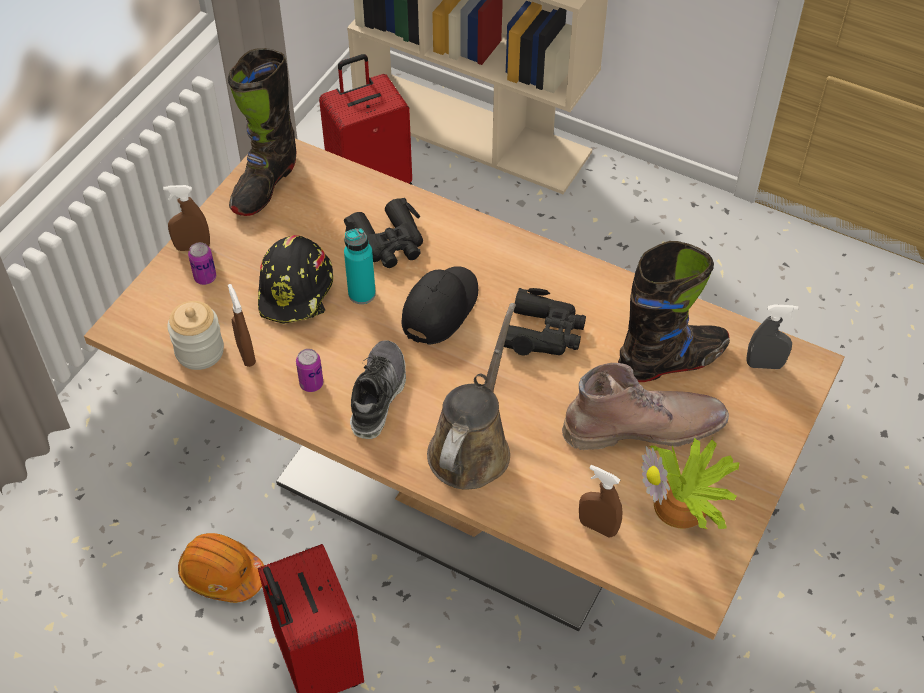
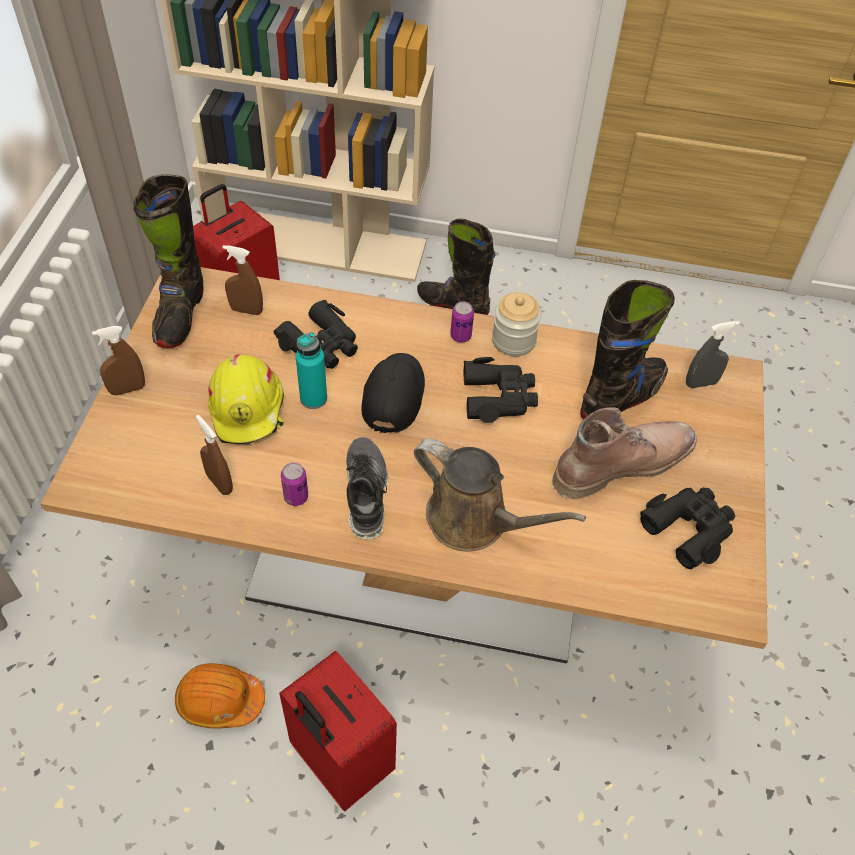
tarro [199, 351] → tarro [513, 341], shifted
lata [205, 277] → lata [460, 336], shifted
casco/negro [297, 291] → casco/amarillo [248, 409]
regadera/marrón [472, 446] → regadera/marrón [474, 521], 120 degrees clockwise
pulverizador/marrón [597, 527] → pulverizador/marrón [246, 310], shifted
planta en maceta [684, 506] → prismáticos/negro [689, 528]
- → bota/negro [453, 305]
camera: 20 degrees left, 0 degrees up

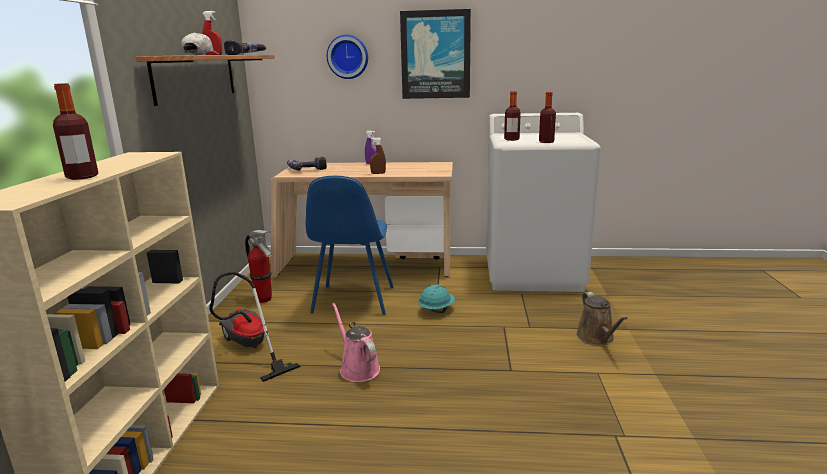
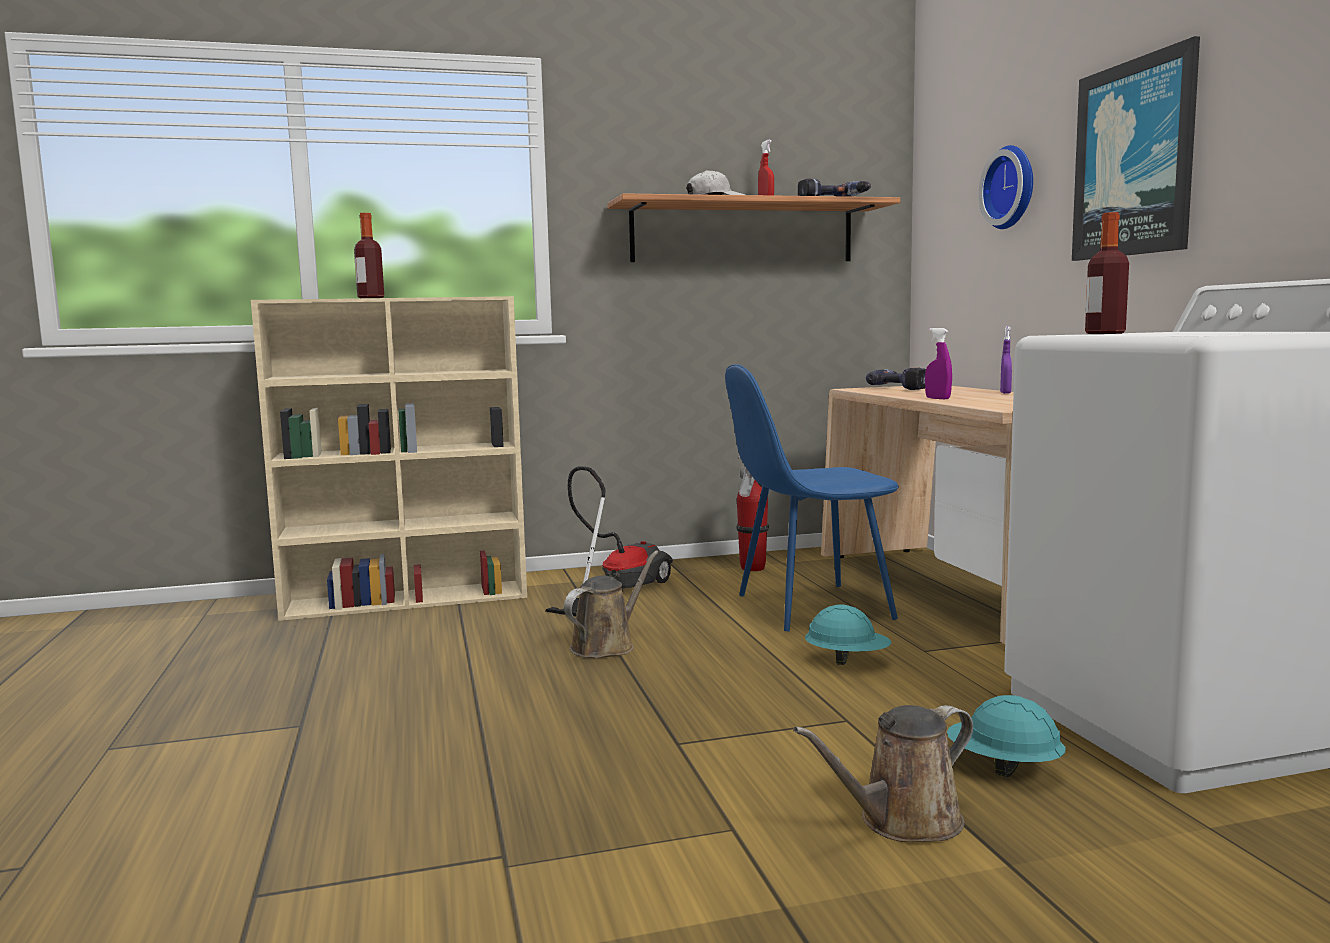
regadera/rosa [357, 368] → regadera/marrón [607, 646]
pulverizador/marrón [378, 173] → pulverizador/morado [937, 398]
botella [546, 142] → -
- → casco/turquesa [1003, 768]
camera: 70 degrees right, 10 degrees down

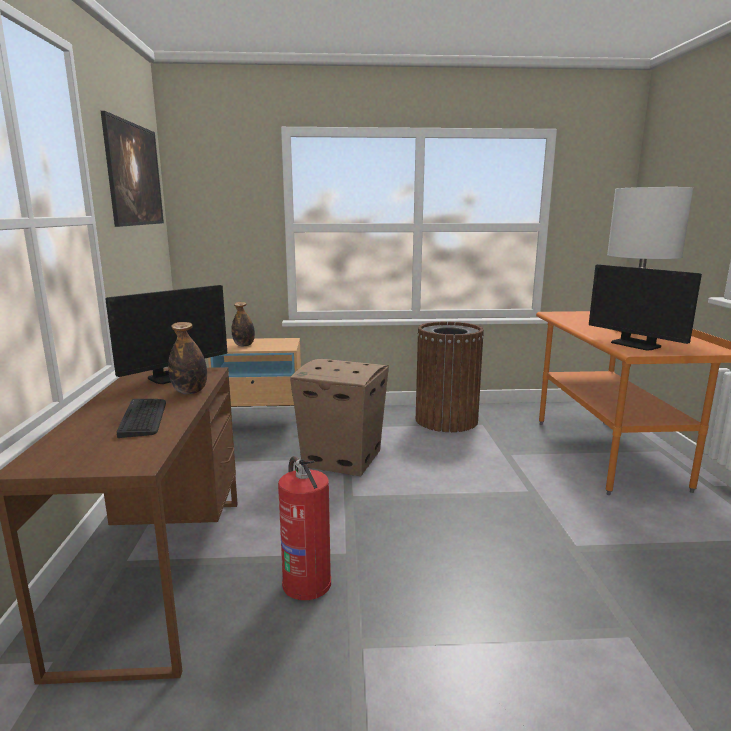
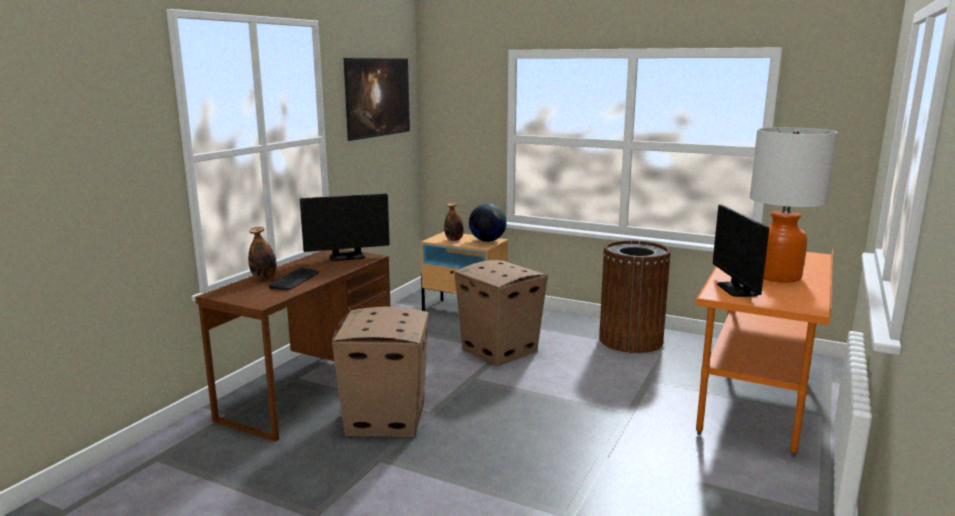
botella [190, 392] → botella [264, 277], shifted
extintor [306, 582] → caja de cartón [385, 419]
- → globo terráqueo [487, 241]
camera: 30 degrees right, 0 degrees up

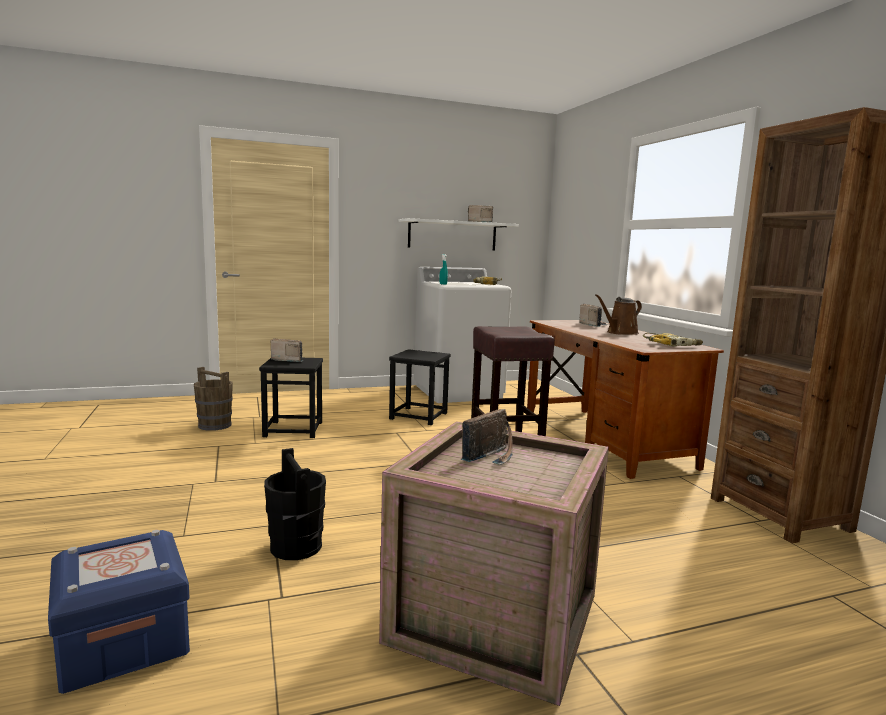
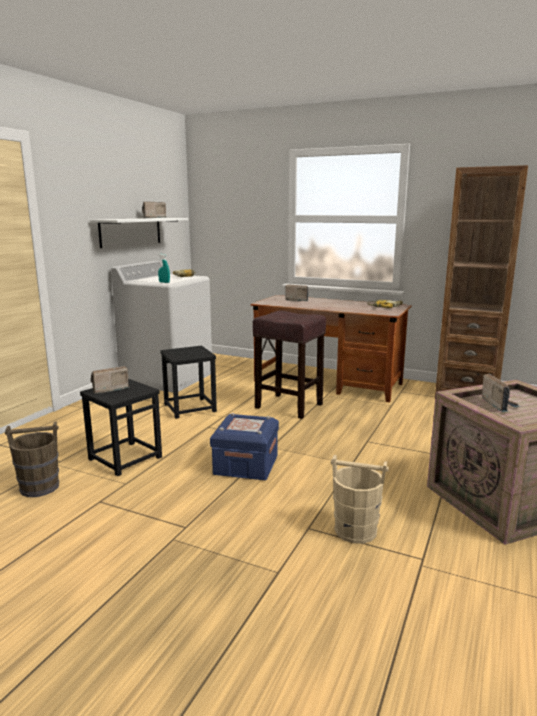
caja de almacenaje/azul [123, 641] → caja de almacenaje/azul [246, 465], shifted
cubo/negro [296, 546] → cubo/beis [355, 530]
regadera/marrón [620, 333] → -
camera: 45 degrees left, 5 degrees up

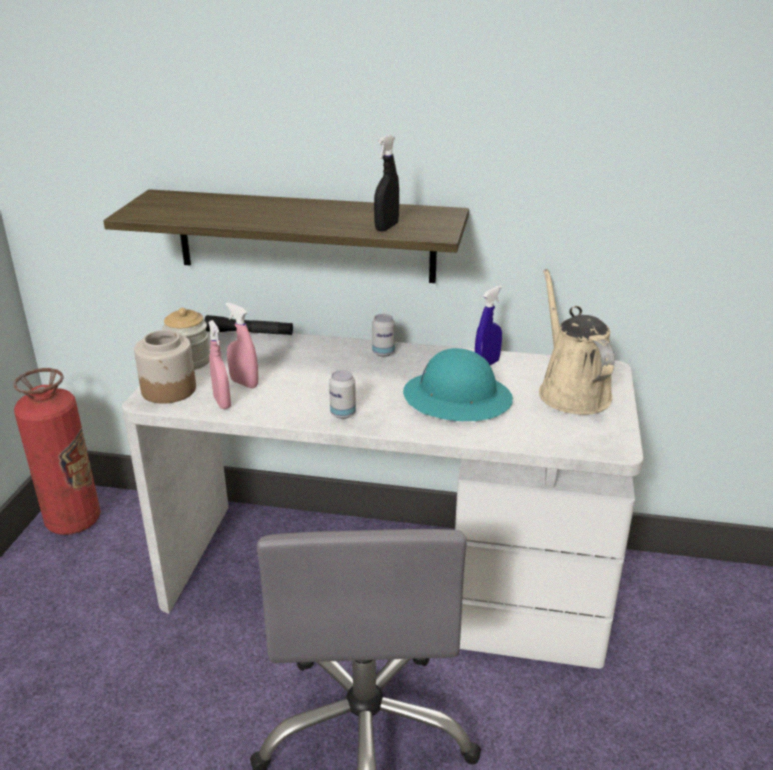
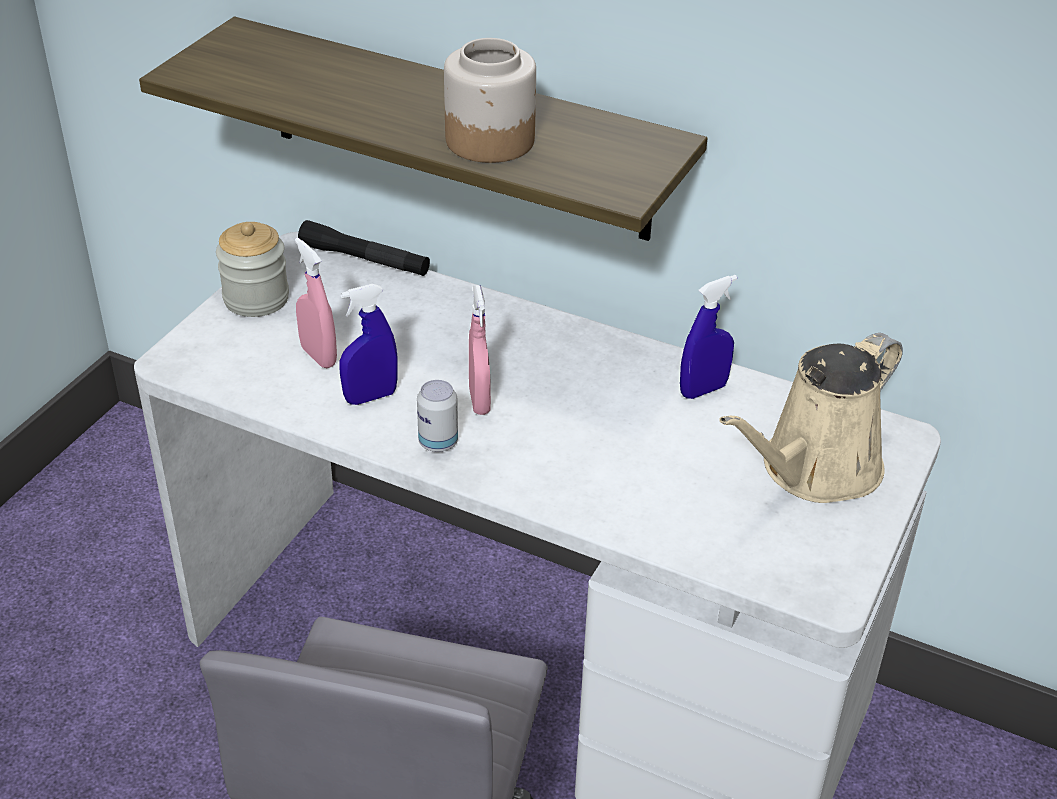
extintor [73, 521] → -
tarro [169, 389] → tarro [491, 140], shifted
pulverizador/rosa [222, 402] → pulverizador/rosa [479, 401], shifted
lata [383, 353] → -
pulverizador/negro [386, 227] → -
casco/turquesa [457, 398] → -
regadera/beis [571, 391] → regadera/beis [813, 470], 135 degrees counterclockwise
- → pulverizador/azul [370, 397]
camera: 15 degrees right, 10 degrees up

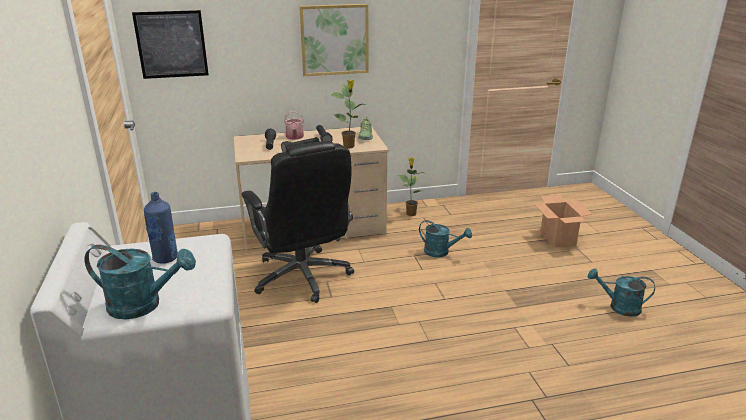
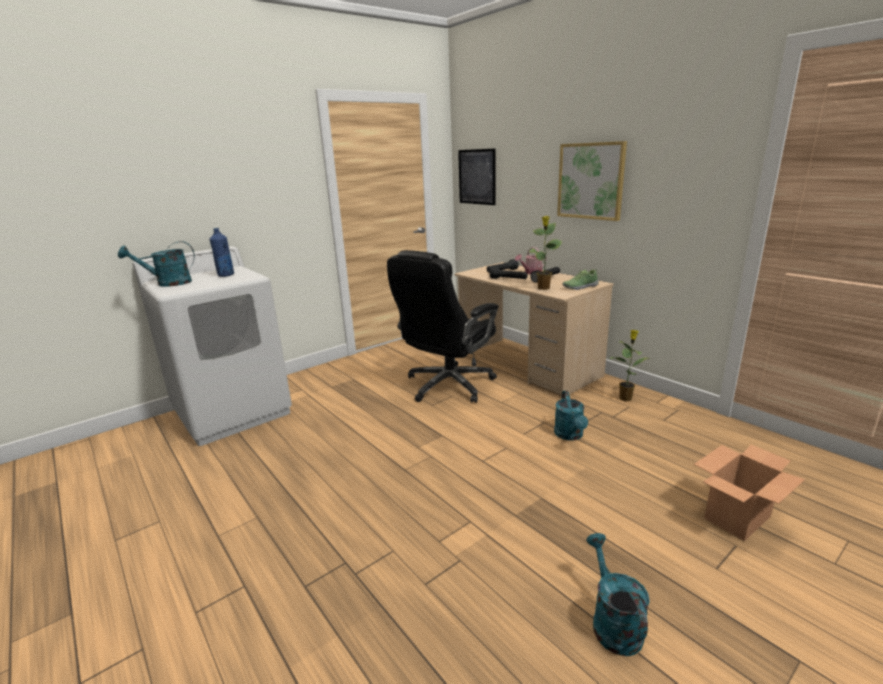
regadera/turquesa [143, 305] → regadera/turquesa [168, 283], 90 degrees clockwise
camera: 65 degrees right, 5 degrees down

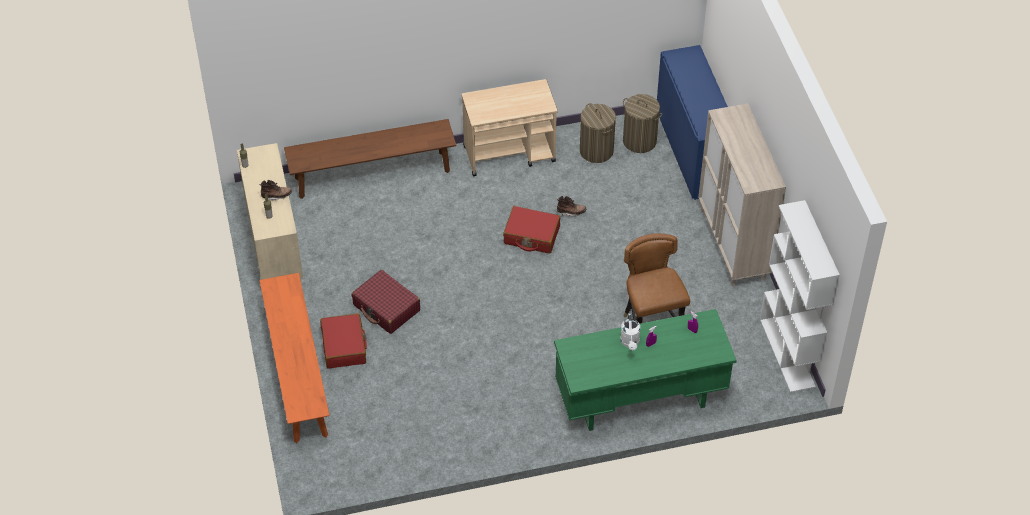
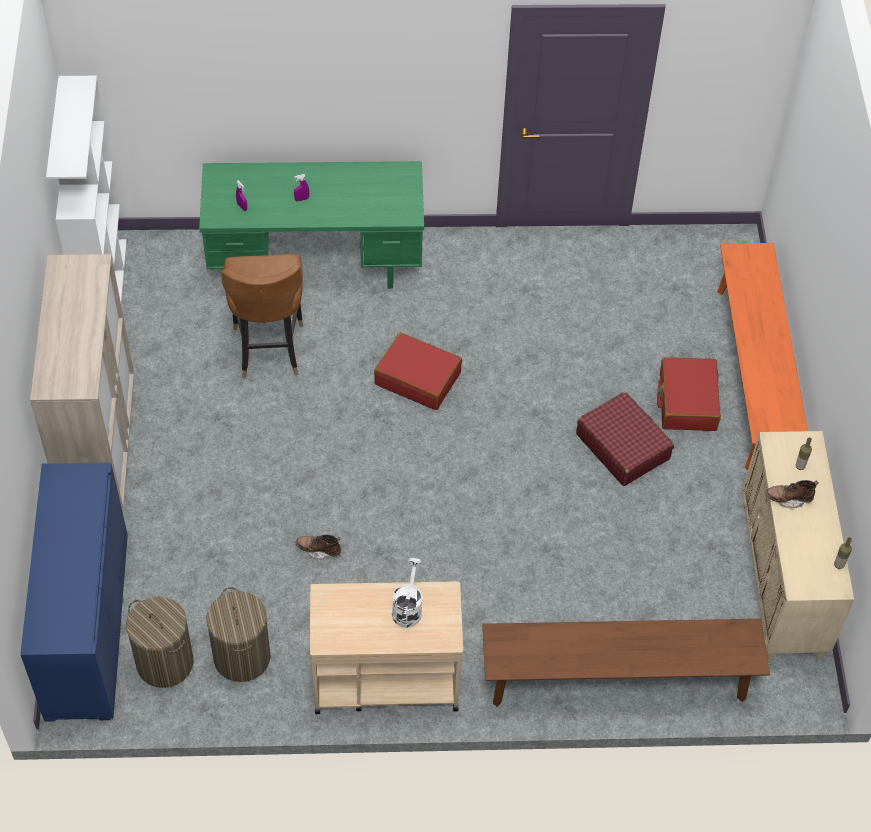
maleta/rojo [531, 236] → maleta/rojo [418, 378], shifted
regadera/blanco [630, 343] → regadera/blanco [407, 607], shifted
camera: 170 degrees left, 5 degrees up

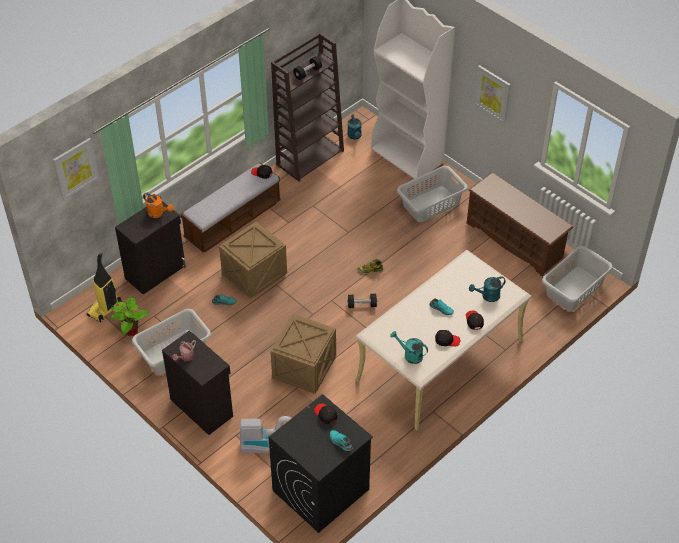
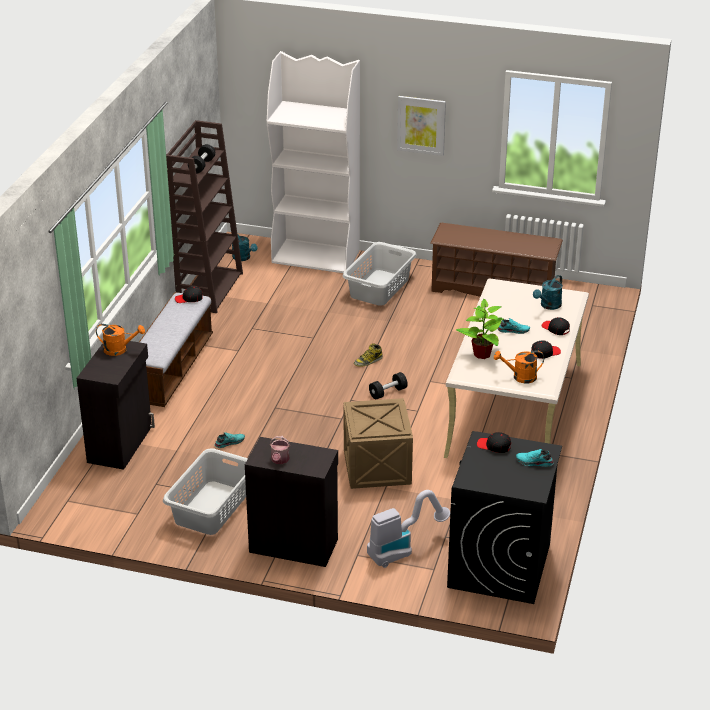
cuadro [75, 168] → -
aspiradora [105, 309] → -
planta en maceta [131, 331] → planta en maceta [482, 354], shifted
caja de embalaje [255, 274] → -
regadera/turquesa [410, 355] → regadera/naranja [520, 377]
cesto de la ropa/gris [574, 289] → -
camera: 30 degrees left, 15 degrees down

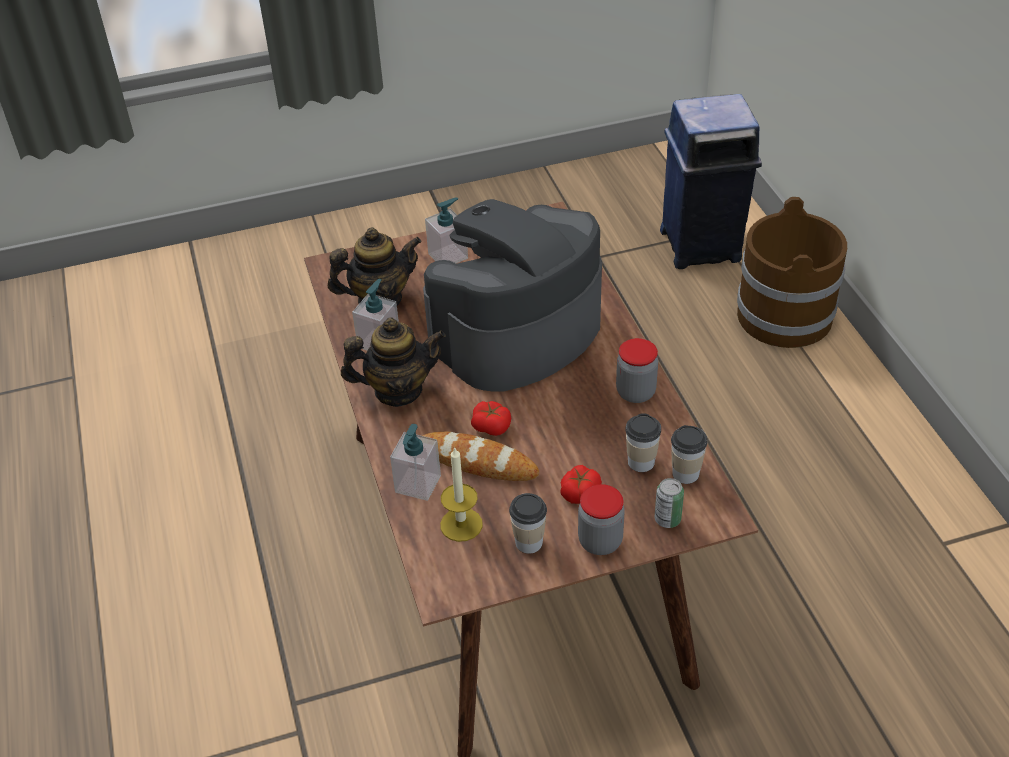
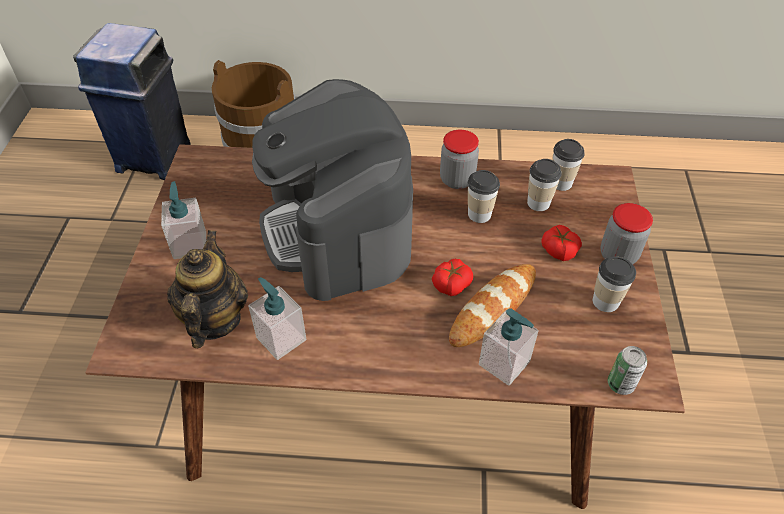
tetera [398, 390] → -
vela [461, 524] → -
lata [667, 519] → lata [620, 384], shifted
- → taza [479, 214]
camera: 70 degrees left, 5 degrees up

